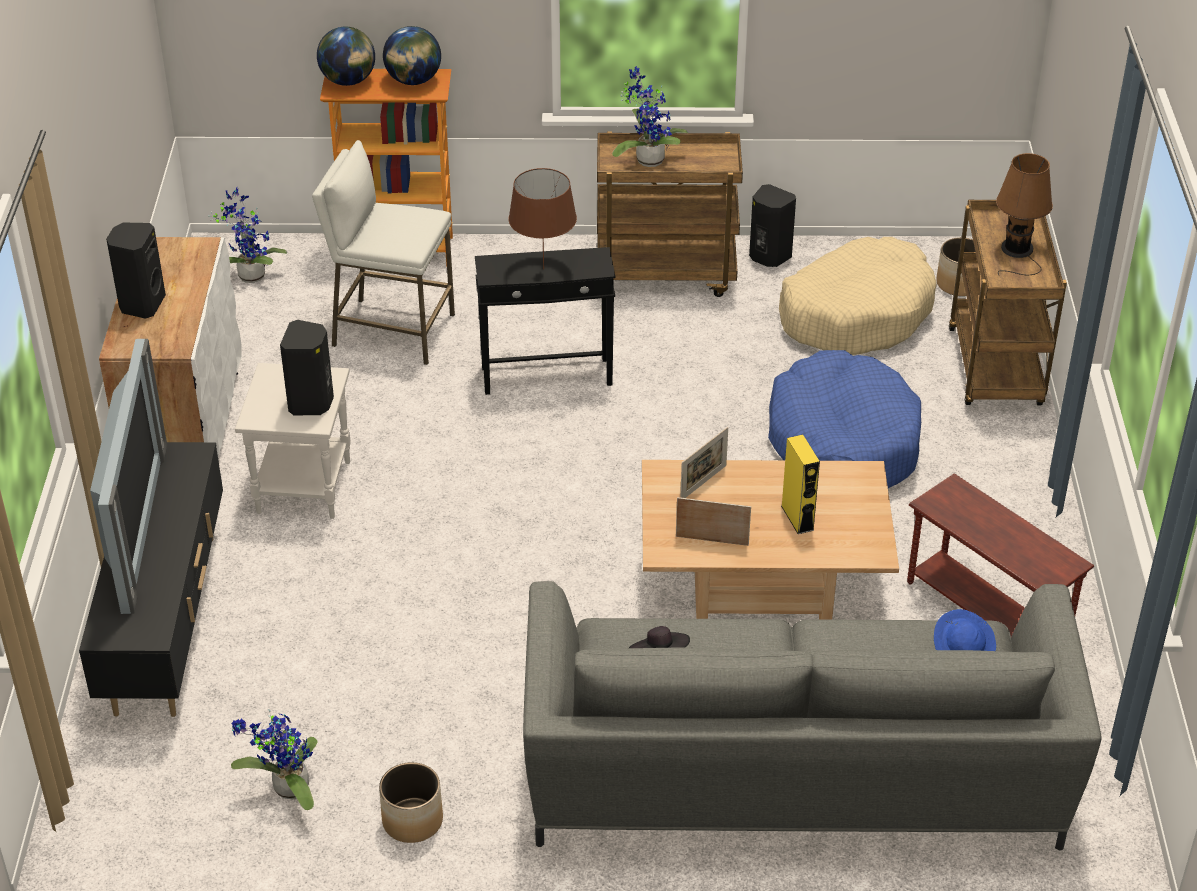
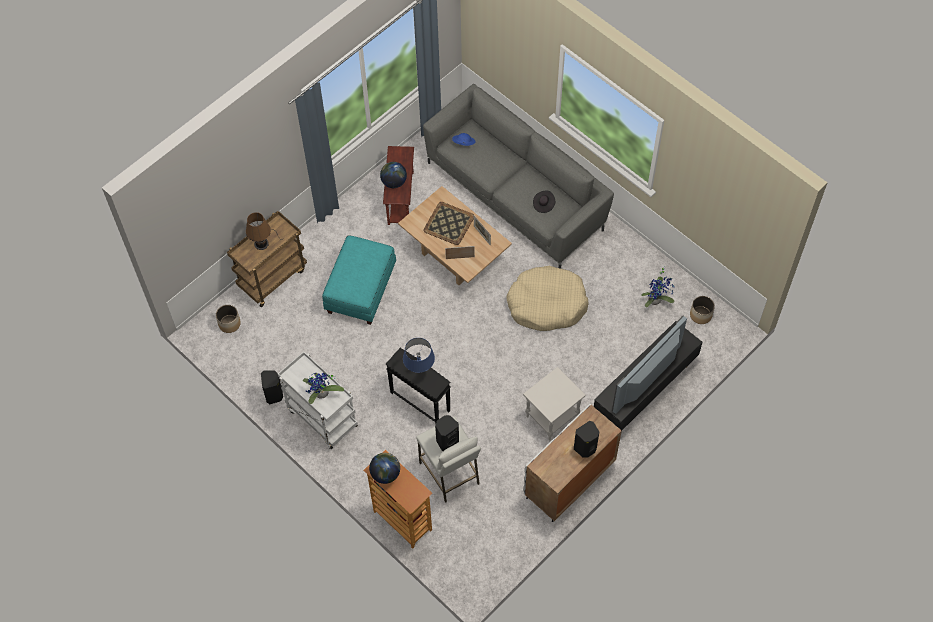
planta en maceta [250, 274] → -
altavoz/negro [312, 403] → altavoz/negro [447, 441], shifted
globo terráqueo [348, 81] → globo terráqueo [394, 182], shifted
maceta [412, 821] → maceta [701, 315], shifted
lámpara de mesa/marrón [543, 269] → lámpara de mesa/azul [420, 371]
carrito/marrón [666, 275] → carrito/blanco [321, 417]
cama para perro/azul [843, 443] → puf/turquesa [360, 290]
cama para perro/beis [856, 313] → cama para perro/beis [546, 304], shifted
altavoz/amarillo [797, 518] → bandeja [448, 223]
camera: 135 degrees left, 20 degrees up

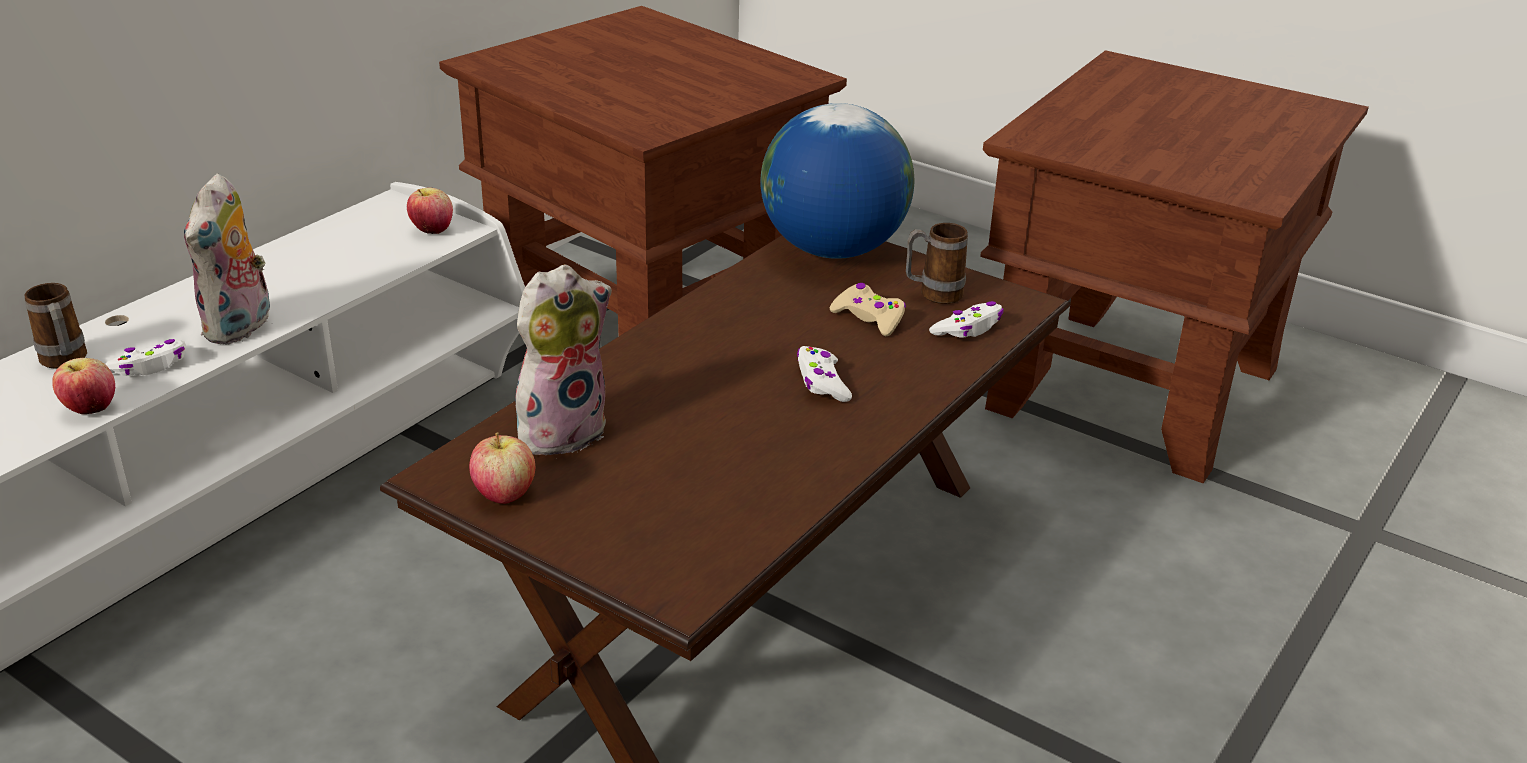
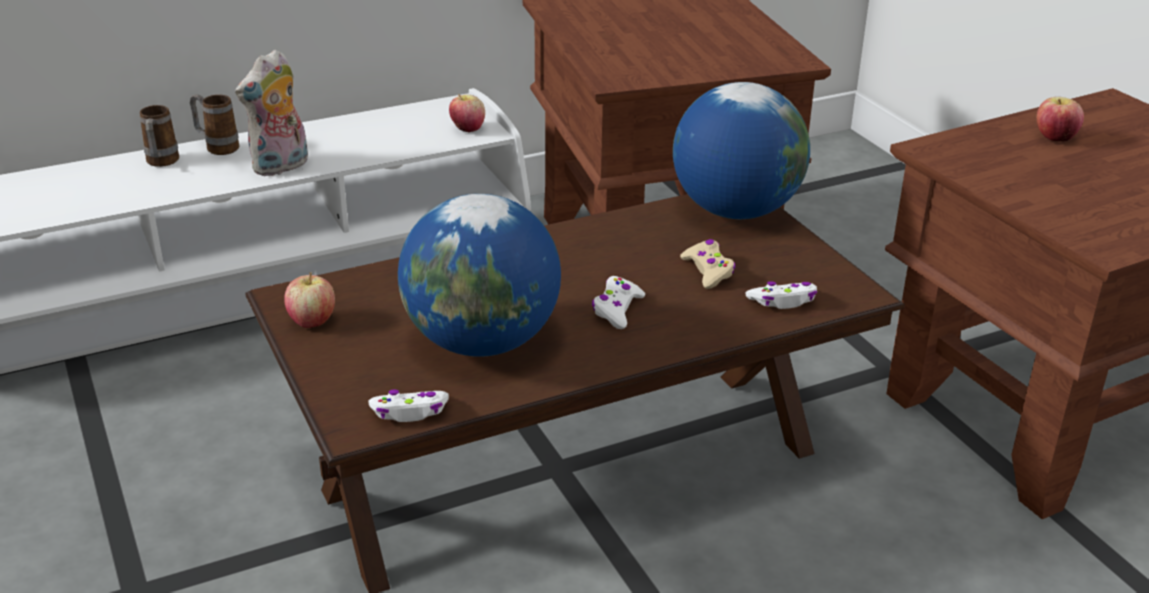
manzana [90, 409] → manzana [1054, 138], shifted
mando de consola/blanco [150, 366] → mando de consola/blanco [410, 412], shifted
peluche [562, 430] → -
taza grande [932, 294] → taza grande [217, 147], shifted
- → globo terráqueo [481, 342]
camera: 30 degrees right, 0 degrees up

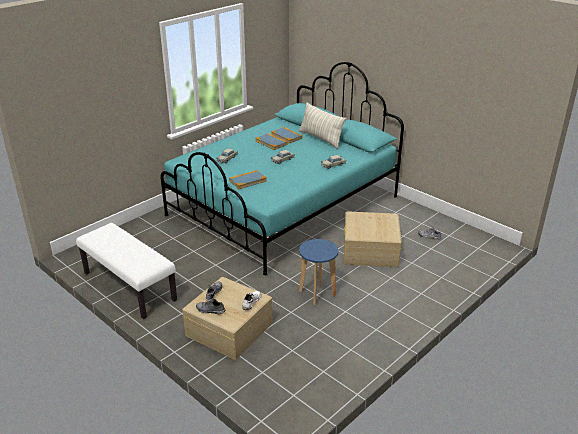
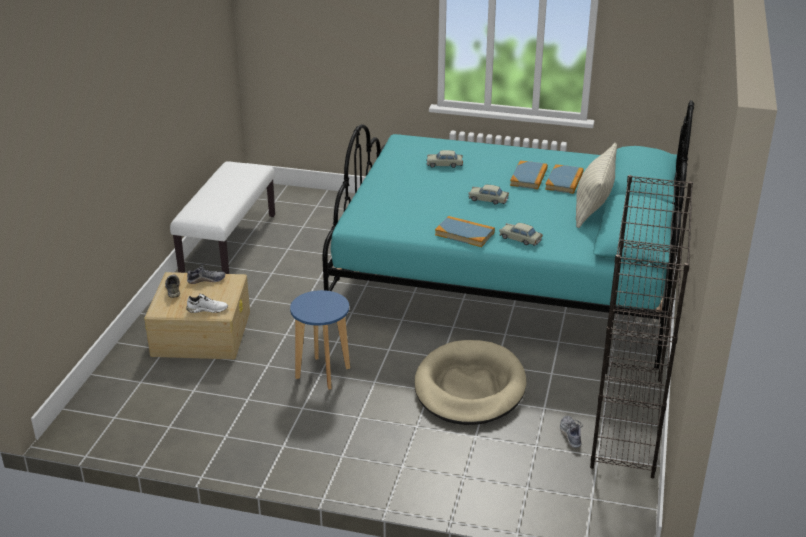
libro [248, 181] → libro [464, 234], shifted
caja de almacenaje/beis [370, 250] → cama para perro/beis [469, 387]
- → estantería/negro [628, 422]
camera: 60 degrees right, 0 degrees up

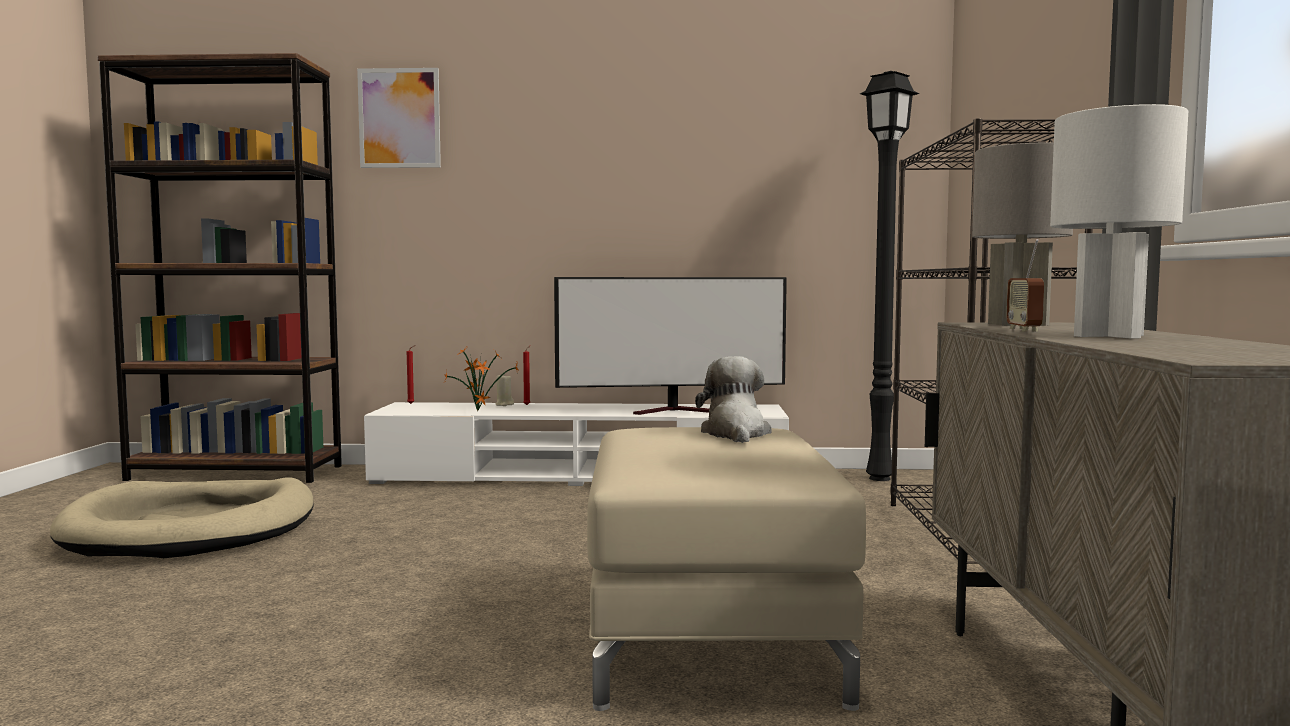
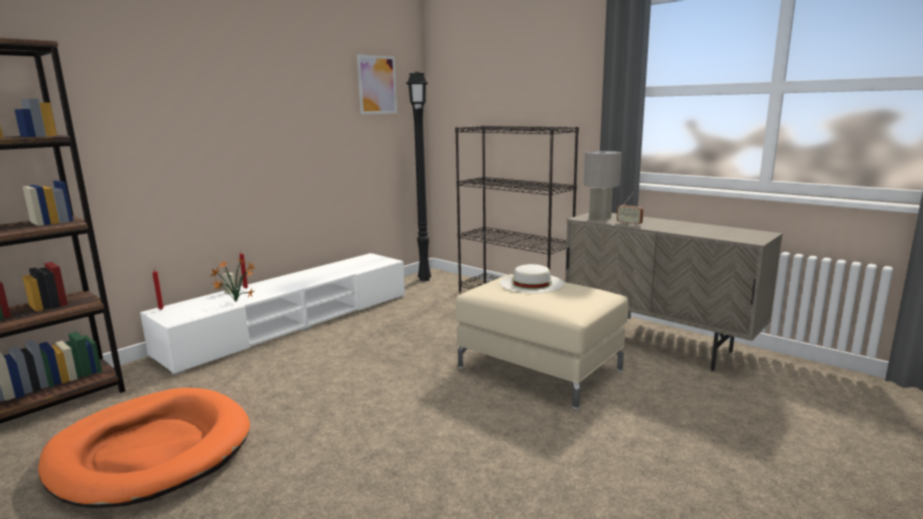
cama para perro/beis [193, 528] → cama para perro/naranja [151, 451]
cuadro [399, 118] → cuadro [377, 85], shifted
televisor [677, 411] → -
peluche [735, 434] → sombrero/blanco [531, 283]
lámpara de mesa/blanco [1110, 336] → -
camera: 50 degrees left, 10 degrees up

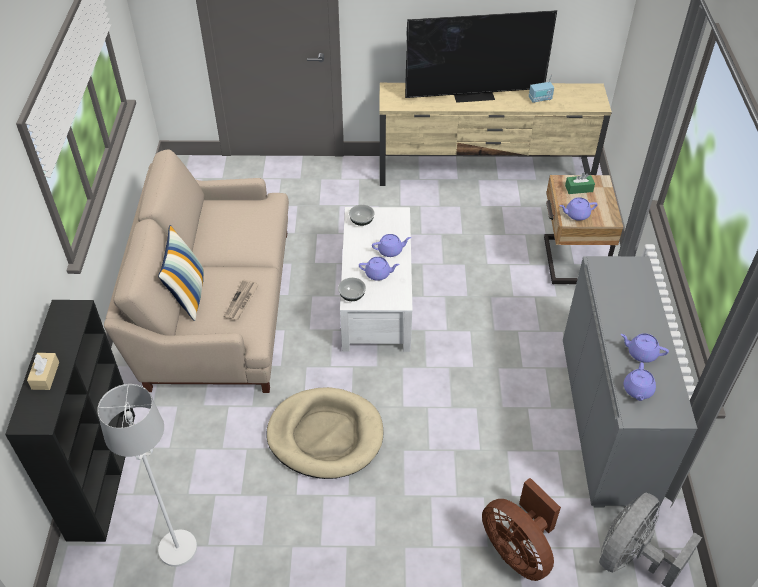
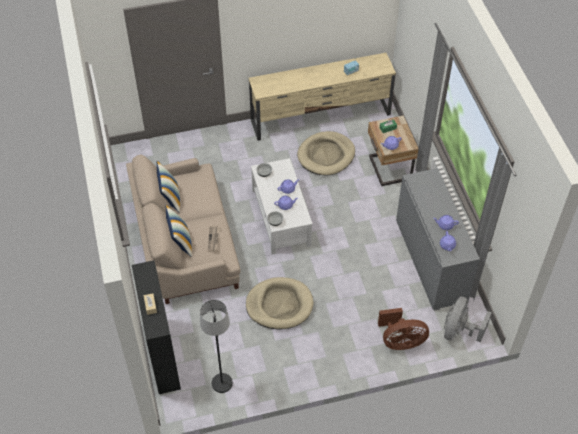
lámpara de pie/blanco [177, 548] → lámpara de pie/negro [221, 383]
televisor [474, 94] → -
ventilador/marrón [517, 550] → ventilador/marrón [400, 341], 45 degrees counterclockwise
- → cojín [170, 198]
- → cama para perro/beis [326, 155]
camera: 15 degrees left, 5 degrees up

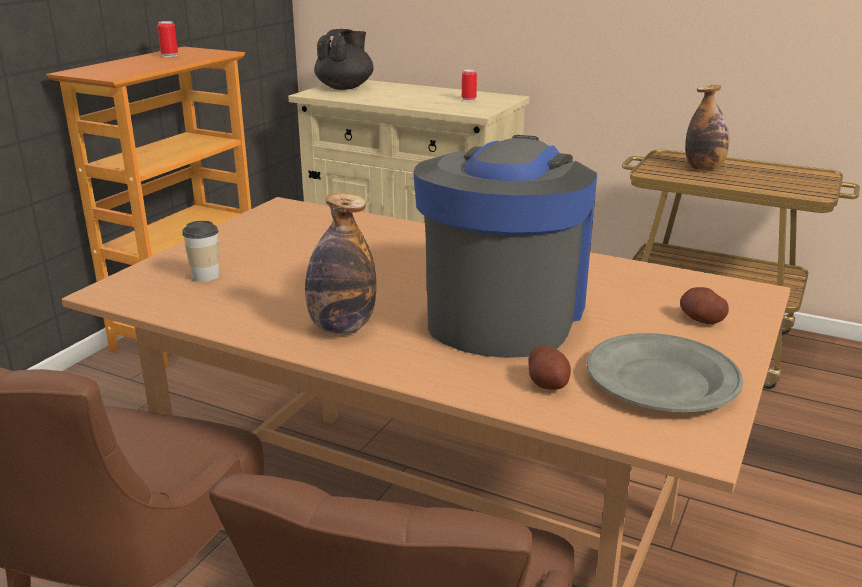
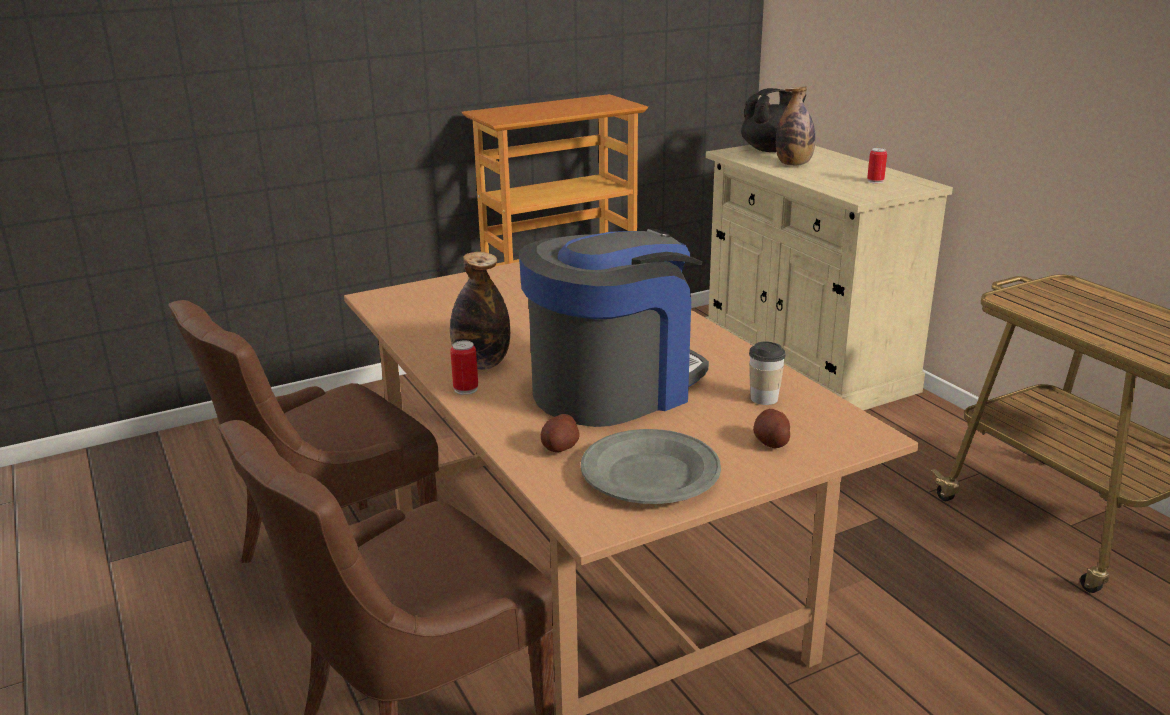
lata [169, 55] → lata [466, 389], shifted
taza [206, 276] → taza [764, 398], shifted
botella [704, 168] → botella [794, 164], shifted
camera: 35 degrees right, 0 degrees up

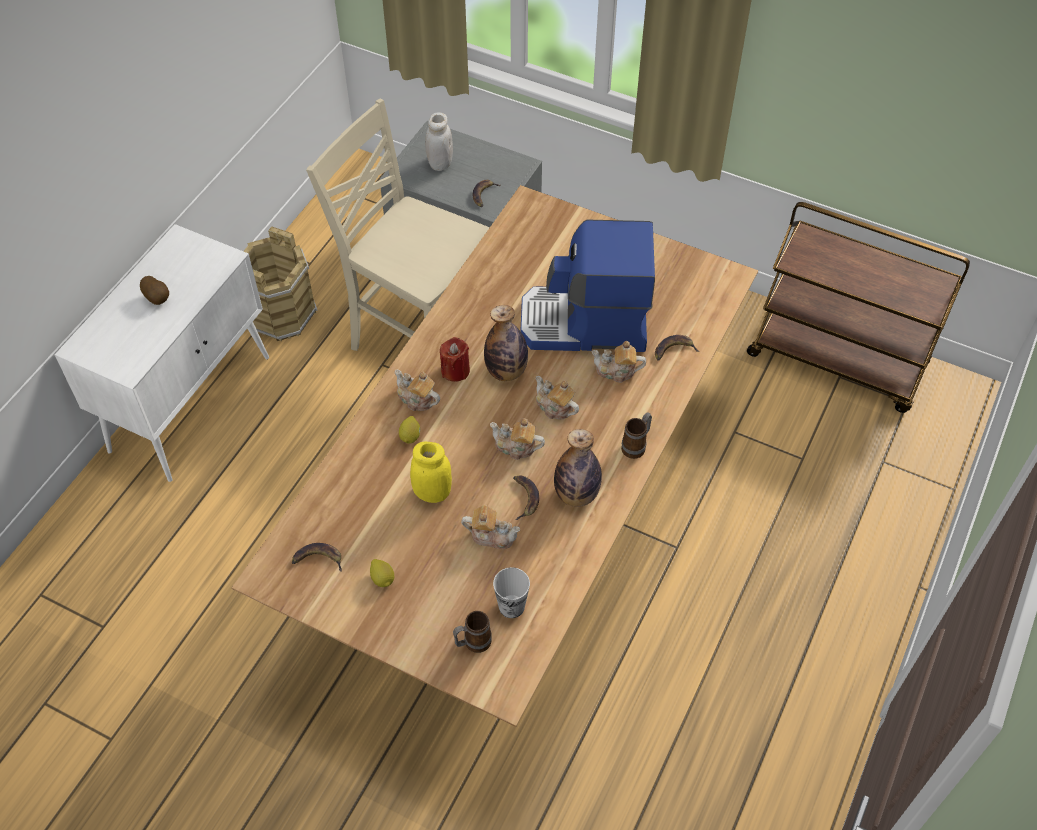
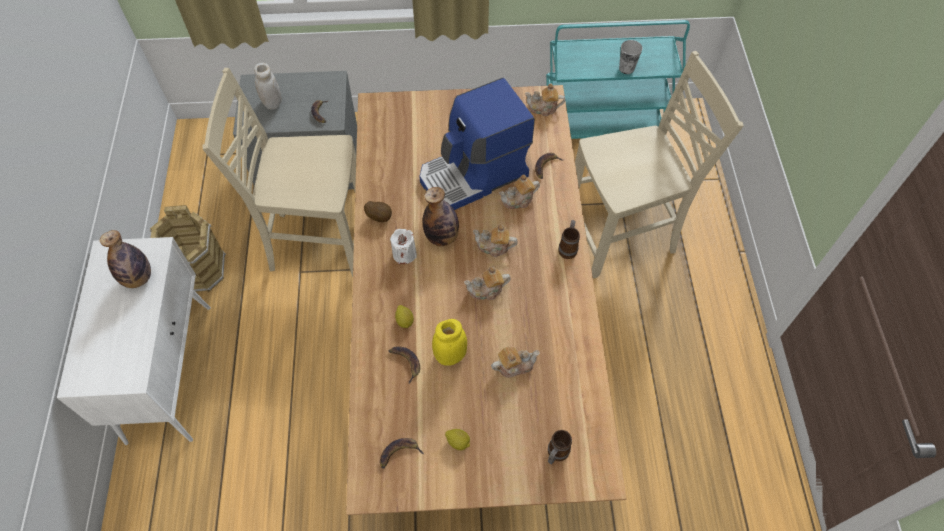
patata [158, 298] → patata [379, 217], shifted
tetera [417, 399] → tetera [543, 108], shifted
vela/rojo [455, 370] → vela/blanco [404, 254]
taza [511, 606] → taza [626, 68], shifted
plátano [524, 497] → plátano [405, 362], shifted
botella [576, 495] → botella [138, 278], shifted
carrito/marrón [838, 360] → carrito/turquesa [601, 127]
- → silla/beis [622, 235]
camera: 30 degrees left, 5 degrees up

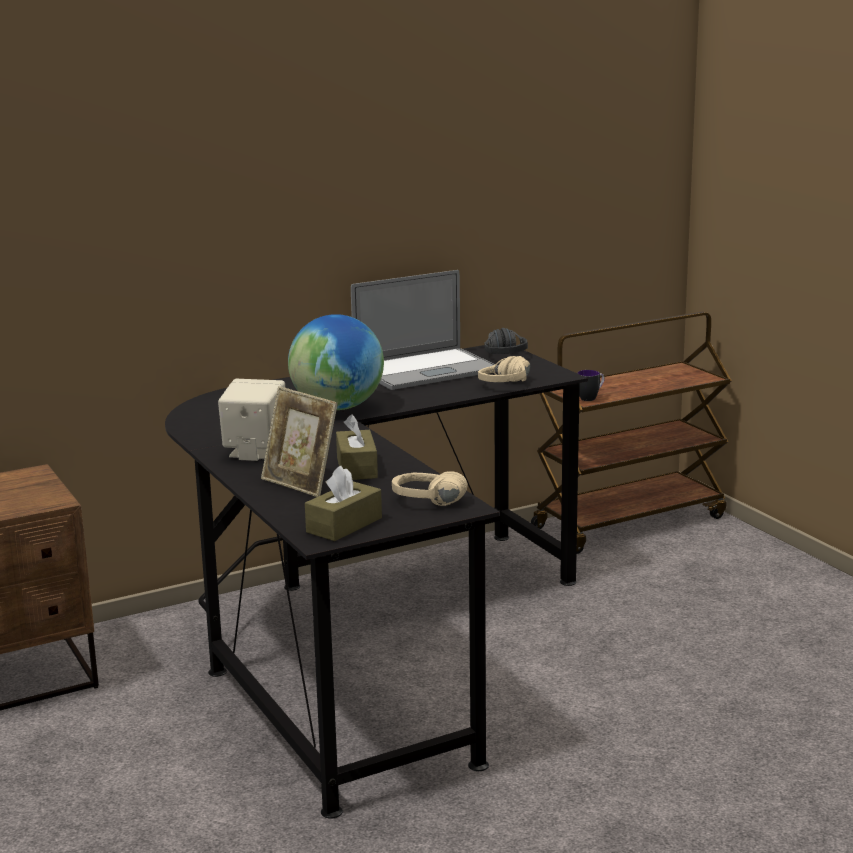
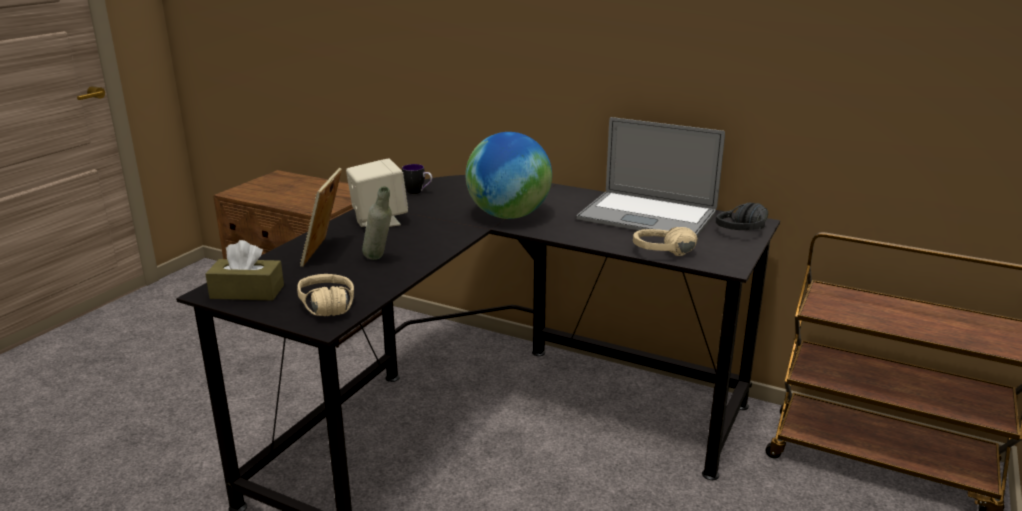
caja de pañuelos/marrón [357, 468] → botella/gris [379, 260]
taza grande [591, 398] → taza grande [418, 192], shifted
camera: 55 degrees right, 5 degrees up

